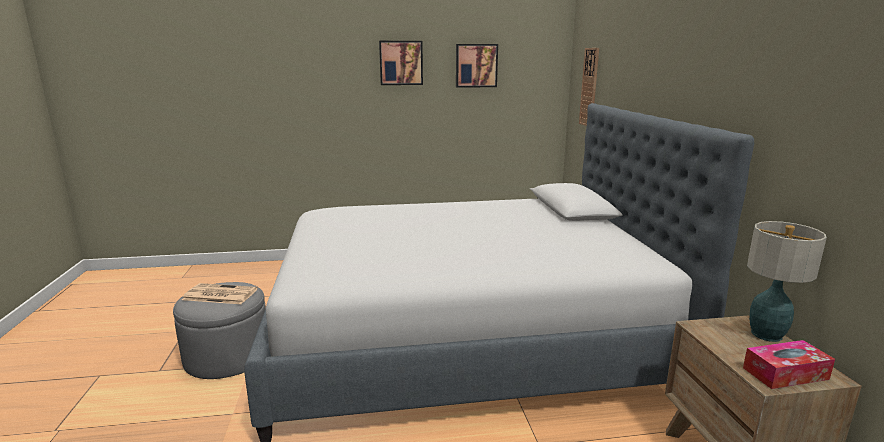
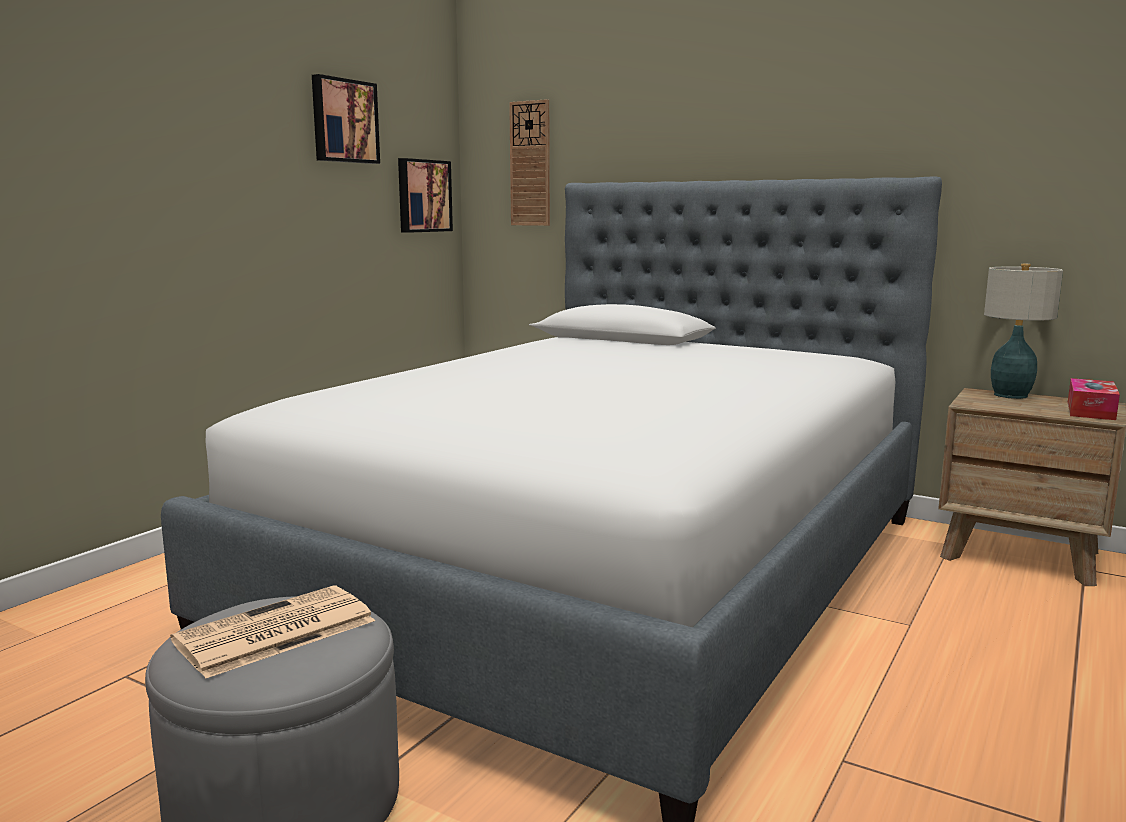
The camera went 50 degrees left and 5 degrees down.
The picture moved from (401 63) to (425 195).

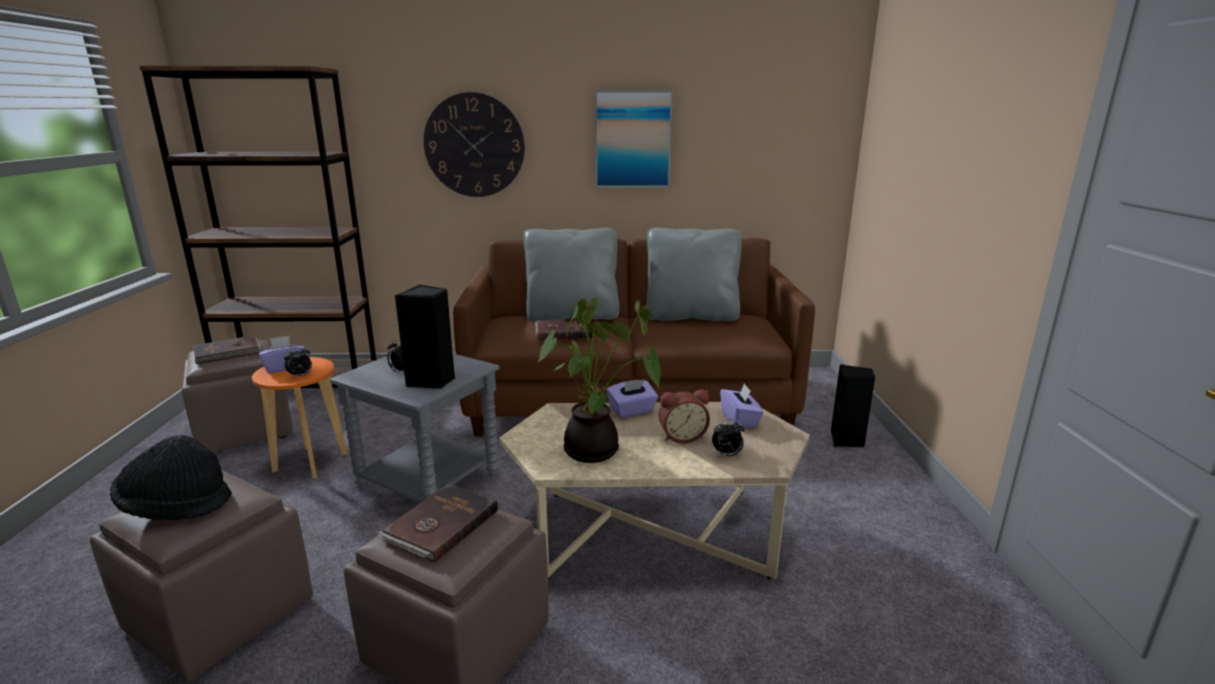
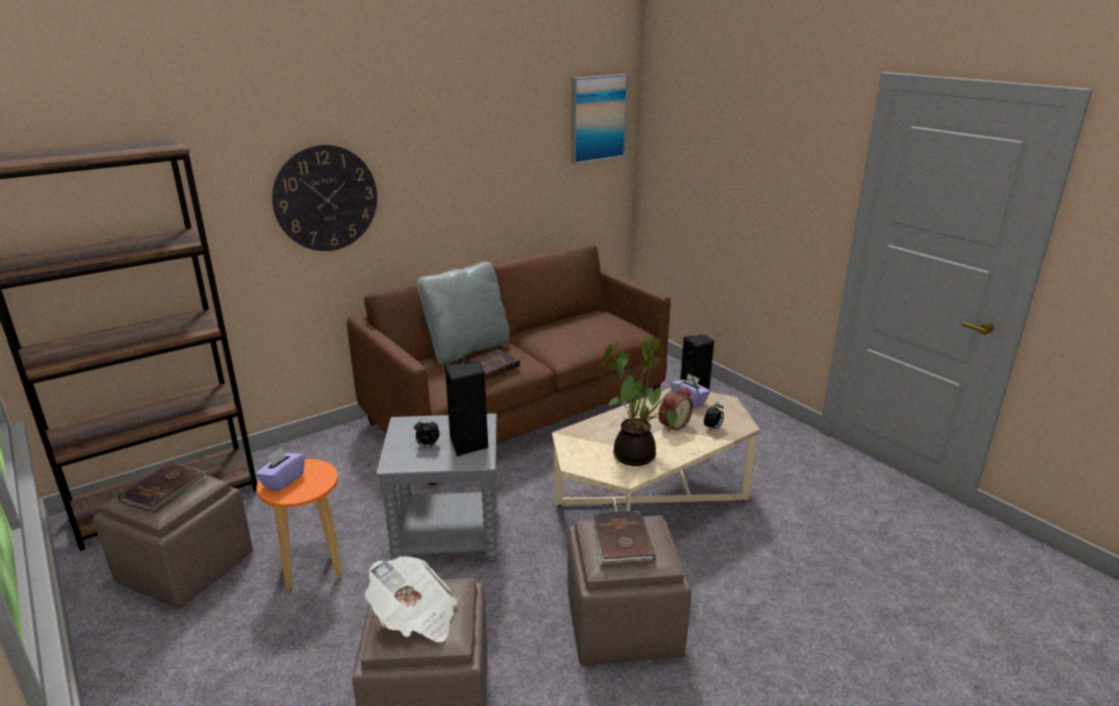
The camera went 35 degrees left and 5 degrees up.
The hat in black at (171 477) was replaced by the newspaper at (411 599).
The alarm clock at (298 361) disappeared.
The picture moved from (634 139) to (599 119).
The tissue box in purple at (632 399) disappeared.
The pillow in grey at (693 274) disappeared.

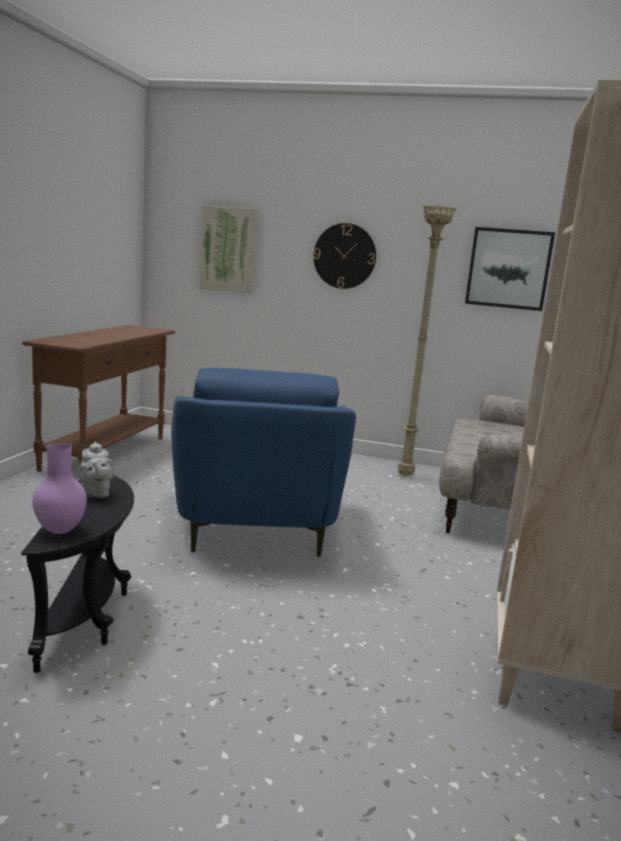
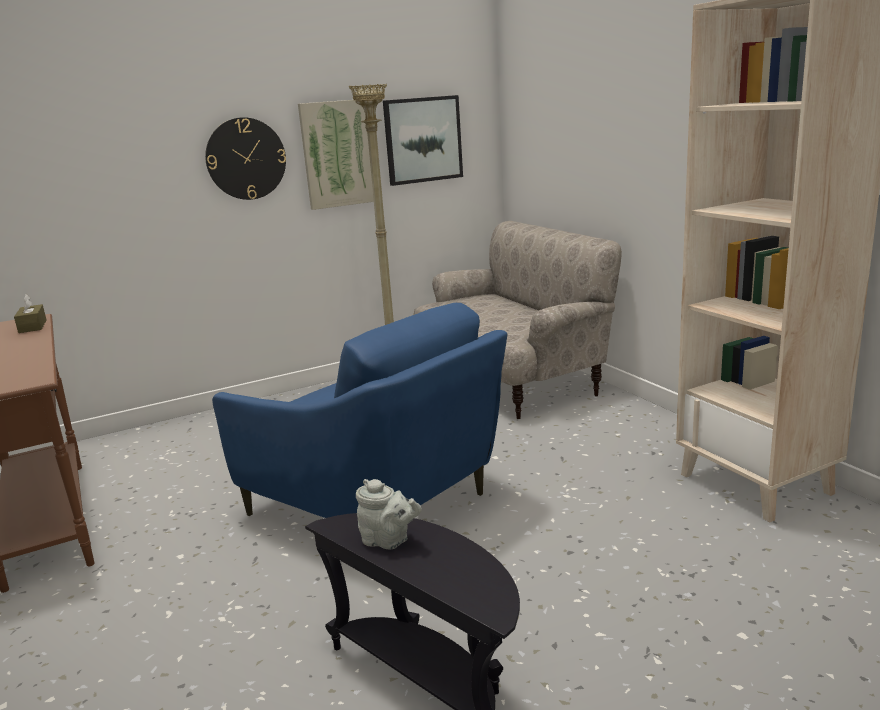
The camera went 40 degrees left and 5 degrees up.
The vase in purple at (59 488) disappeared.
The picture moved from (228 249) to (336 155).
The tissue box in brown at (30 313) appeared.

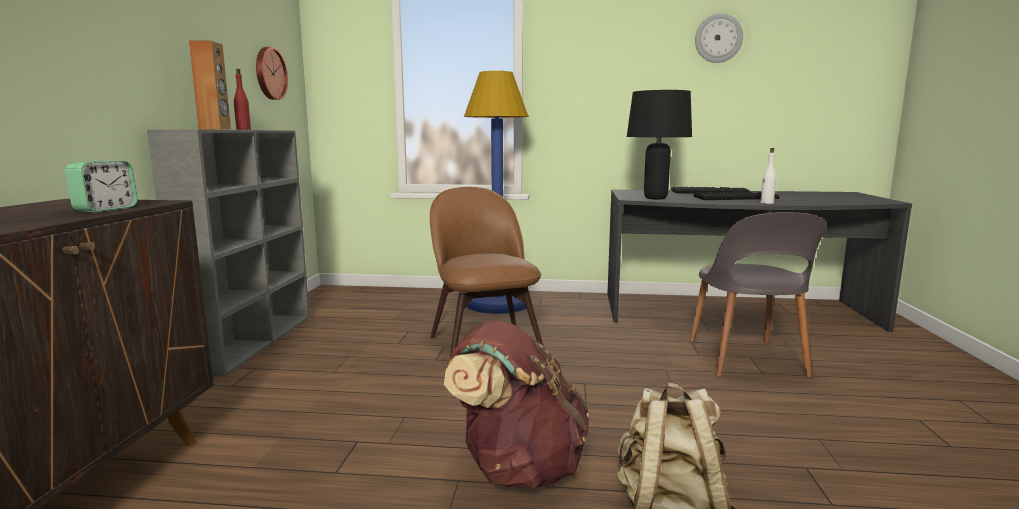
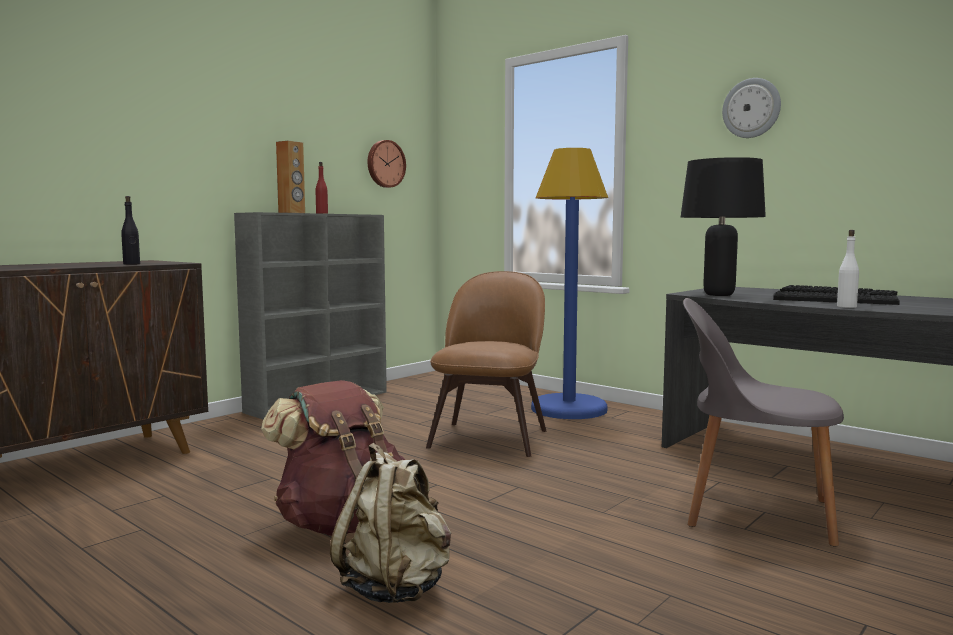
The camera went 35 degrees right and 5 degrees down.
The alarm clock at (101 186) was replaced by the bottle in black at (130 230).
The chair in grey at (757 295) turned 75 degrees clockwise.
The wall clock moved from (719 38) to (751 108).

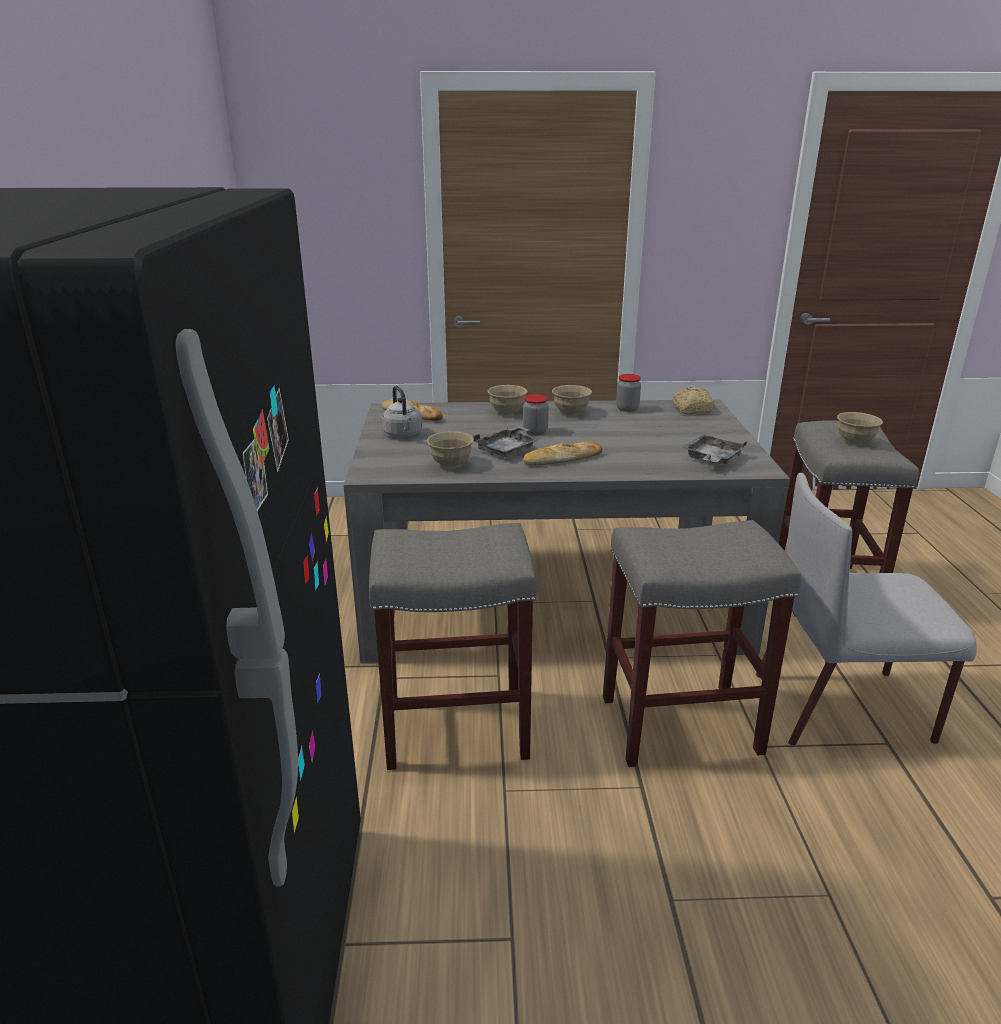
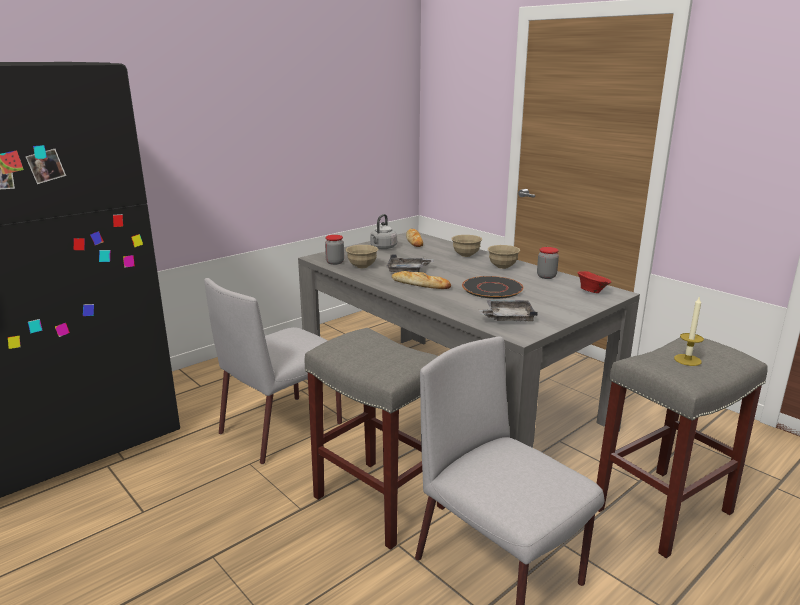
The camera went 50 degrees right and 5 degrees down.
The stool in grey at (453 646) was replaced by the chair in grey at (273 371).
The jar moved from (536 414) to (334 250).
The bread at (694 400) was replaced by the bowl in red at (594 282).
The bowl in beige at (860 428) was replaced by the candle at (689 331).
The plate in black at (493 287) appeared.

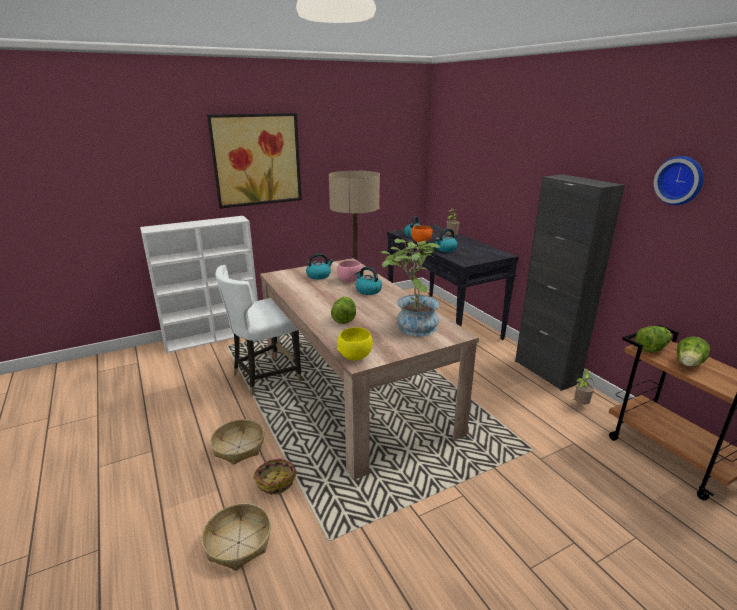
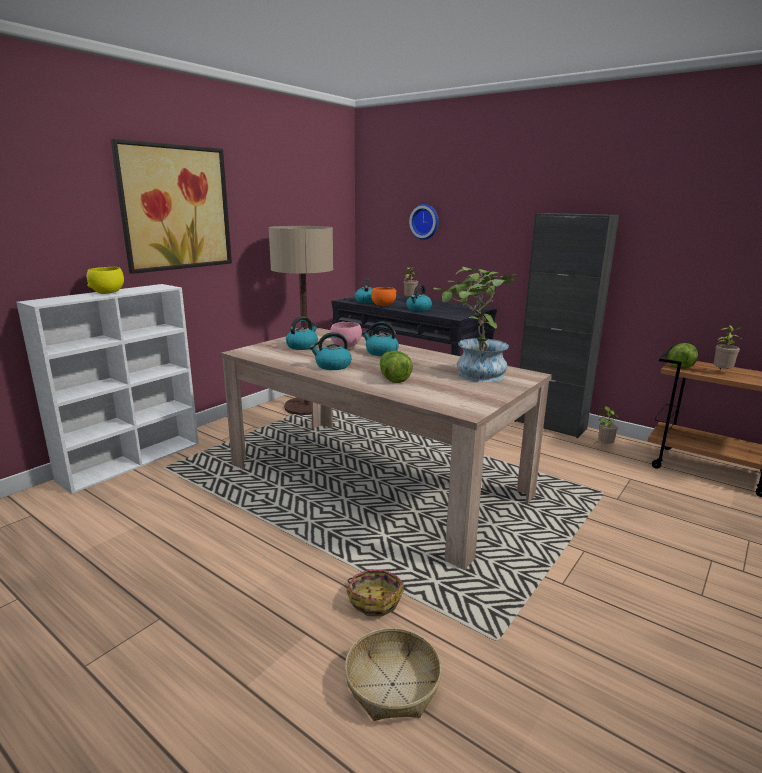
The camera went 25 degrees left and 5 degrees down.
The basket at (237 441) disappeared.
The chair in white at (259 330) disappeared.
The bowl in yellow moved from (355 343) to (105 280).
The wall clock moved from (679 180) to (424 222).
The lettuce at (693 351) was replaced by the potted plant at (728 347).
The kettle at (330 351) appeared.

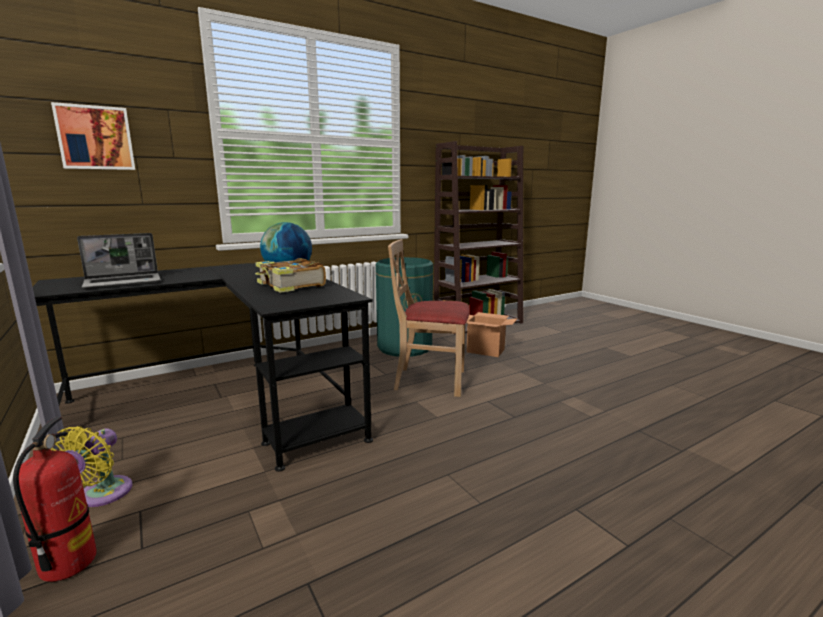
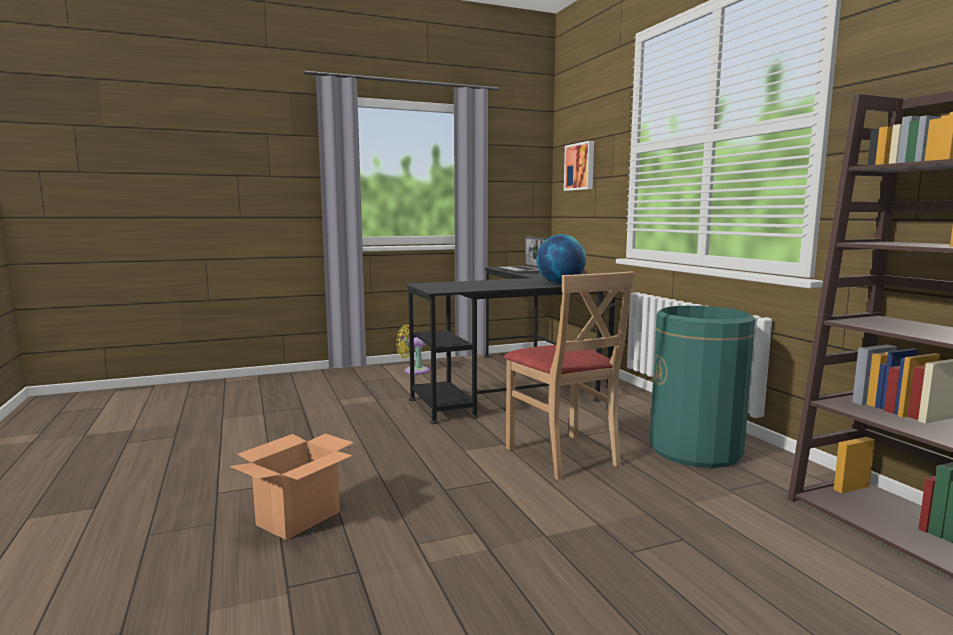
The camera went 100 degrees right and 5 degrees down.
The fire extinguisher at (54 499) disappeared.
The book at (290 275) disappeared.
The chair in beige at (429 318) turned 135 degrees clockwise.
The cardboard box moved from (492 334) to (292 487).

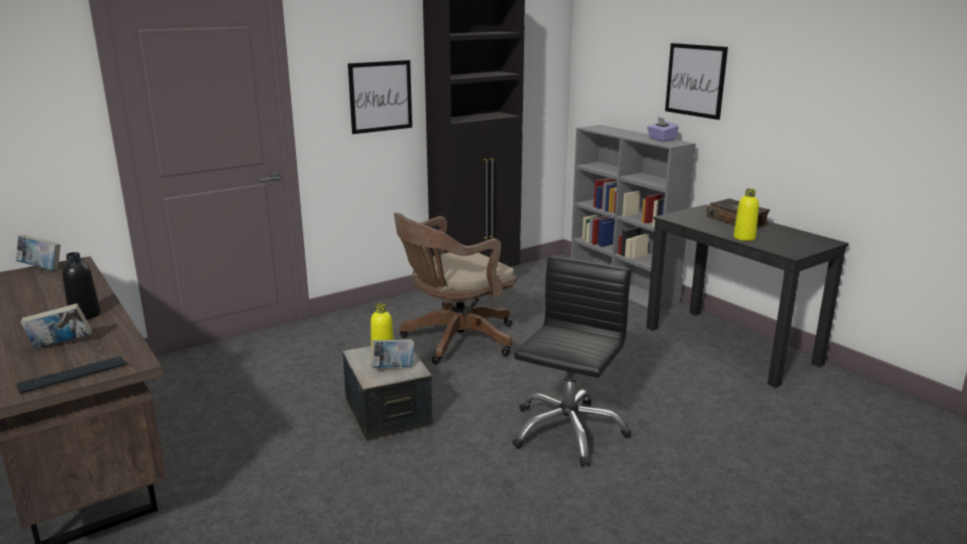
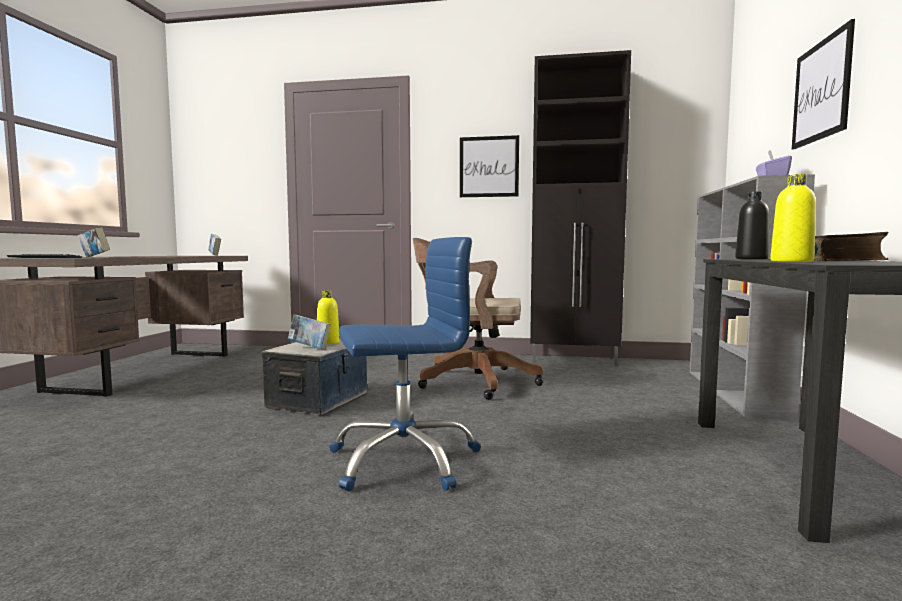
The camera went 45 degrees right and 15 degrees down.
The bottle in black moved from (81 286) to (752 225).
The office chair in black at (571 361) became the office chair in blue at (405 364).

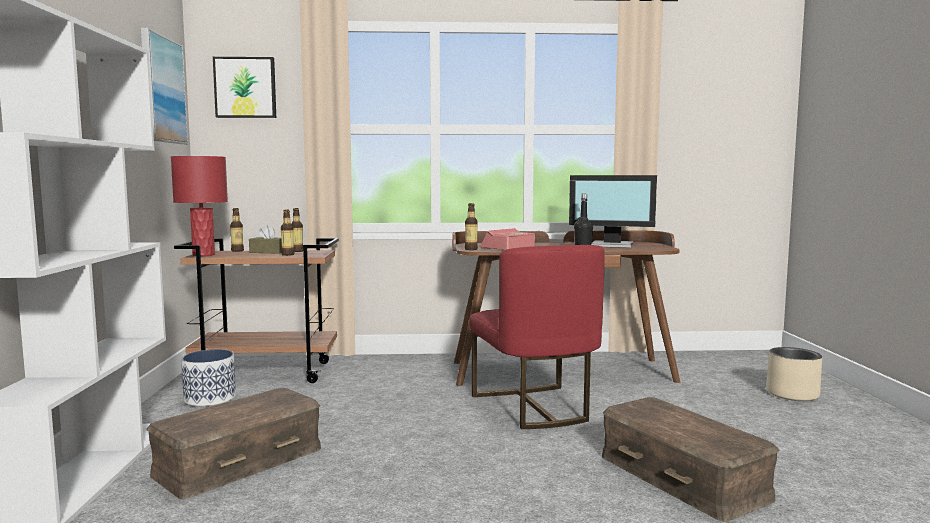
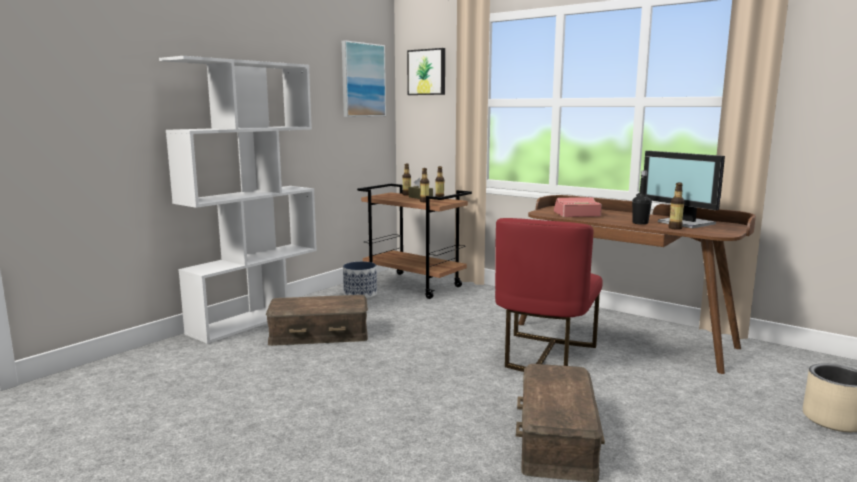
The camera went 40 degrees right and 5 degrees up.
The table lamp in red at (199 206) disappeared.
The bottle moved from (471 226) to (676 206).

